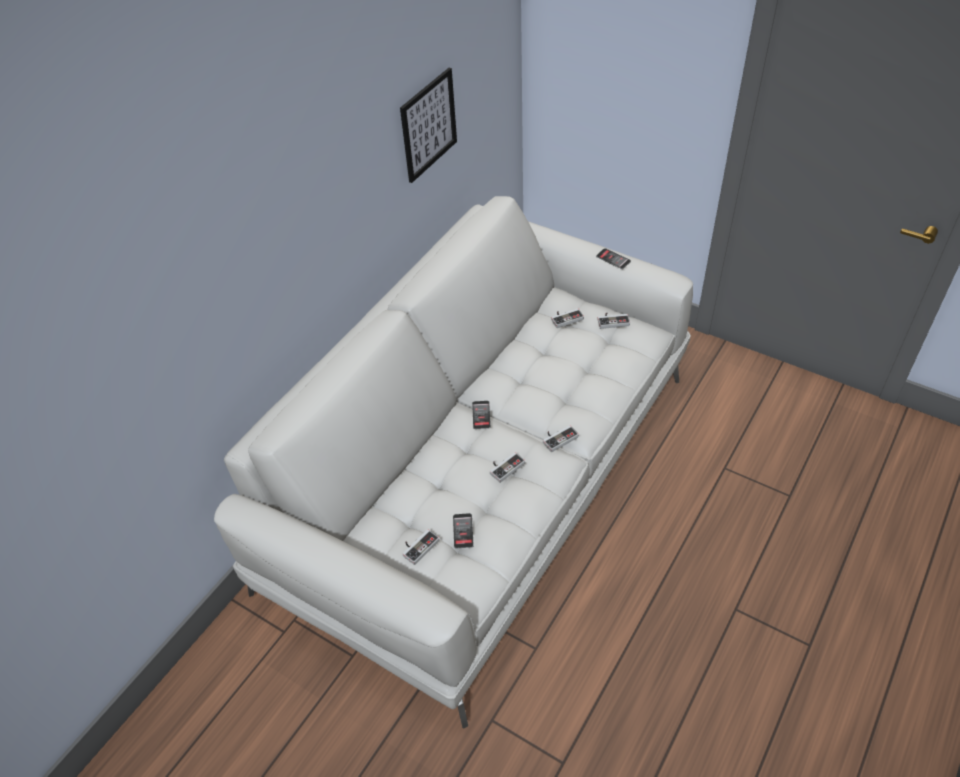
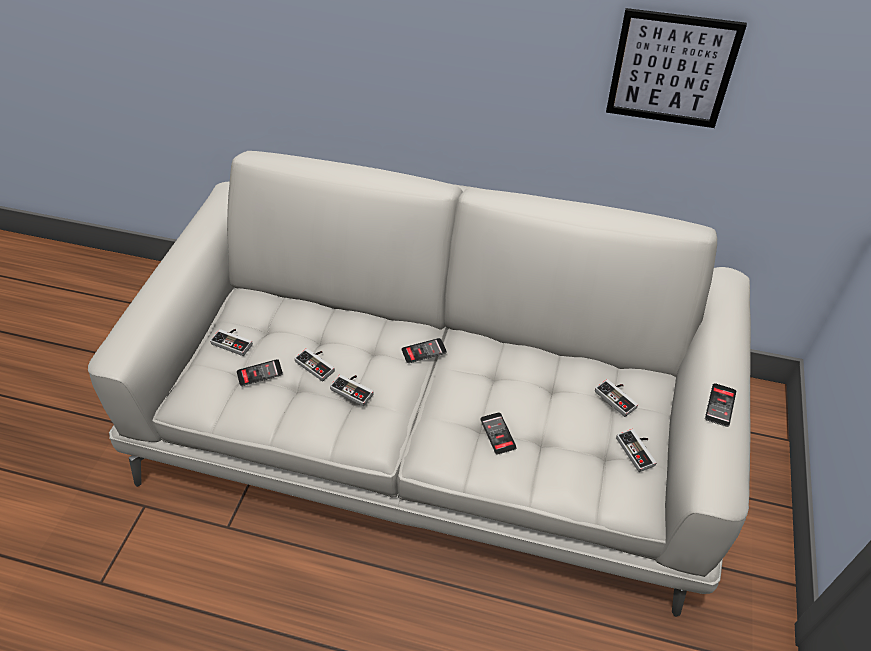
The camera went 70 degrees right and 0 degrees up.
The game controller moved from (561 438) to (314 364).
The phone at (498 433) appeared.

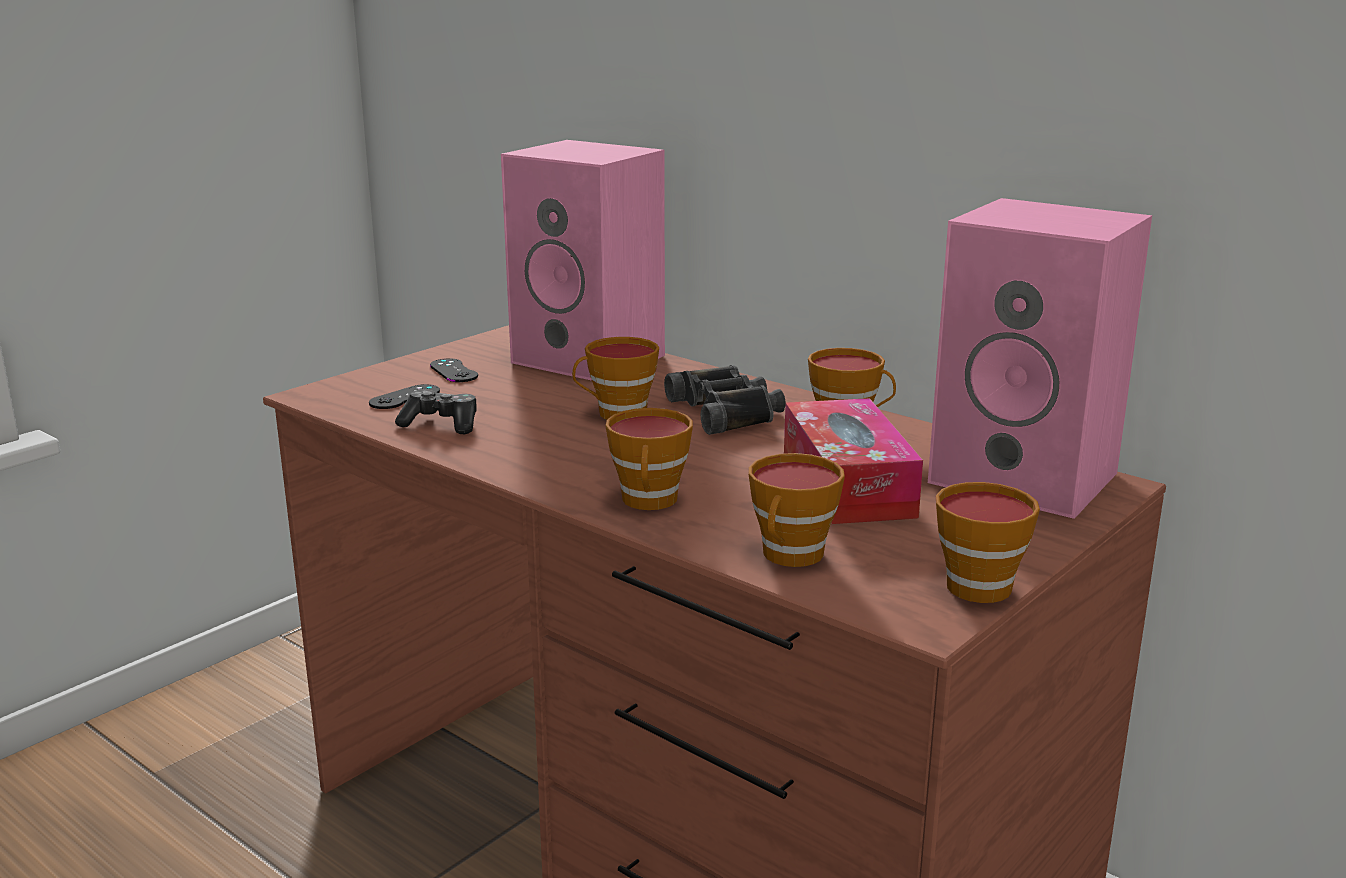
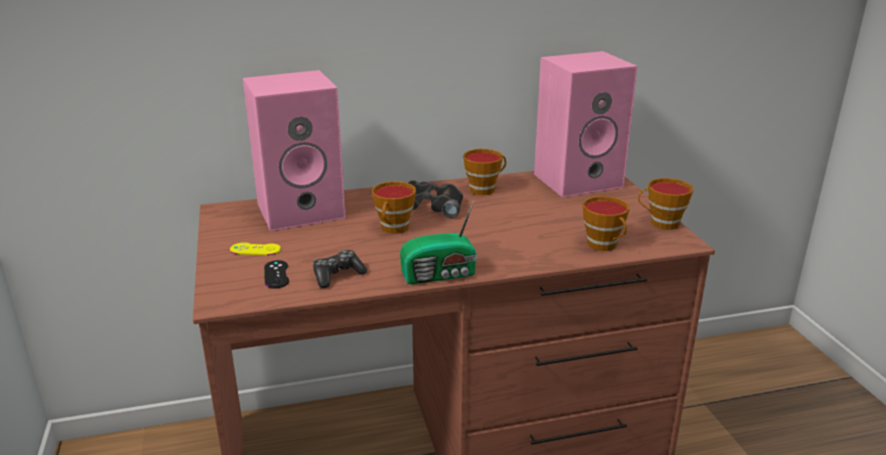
The camera went 55 degrees left and 5 degrees up.
The game controller in black at (454 370) became the game controller in yellow at (255 249).
The cup at (649 459) disappeared.
The tissue box at (853 461) disappeared.
The radio at (438 242) appeared.

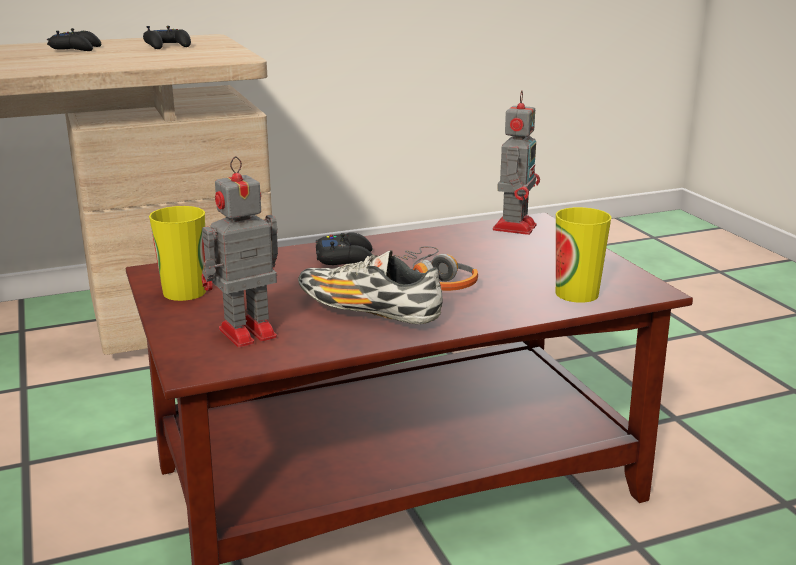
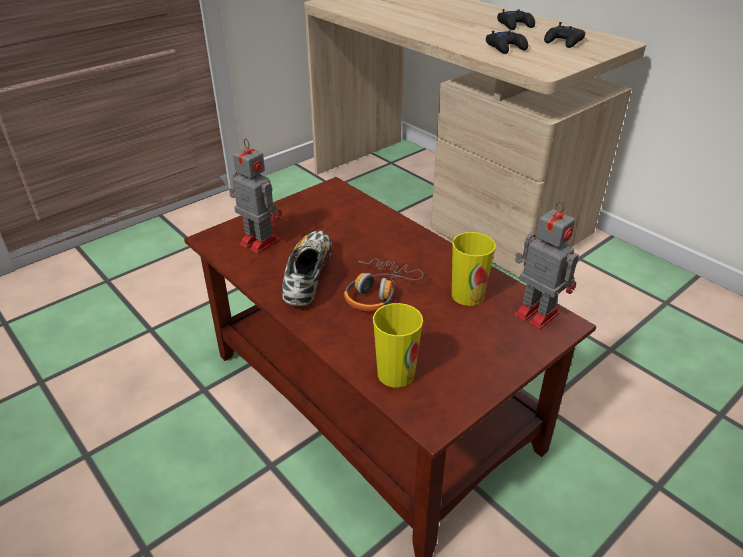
The camera went 70 degrees right and 15 degrees up.
The cup moved from (177 253) to (474 269).
The game controller in black moved from (344 249) to (507 42).
The toy robot at (516 162) turned 135 degrees counterclockwise.

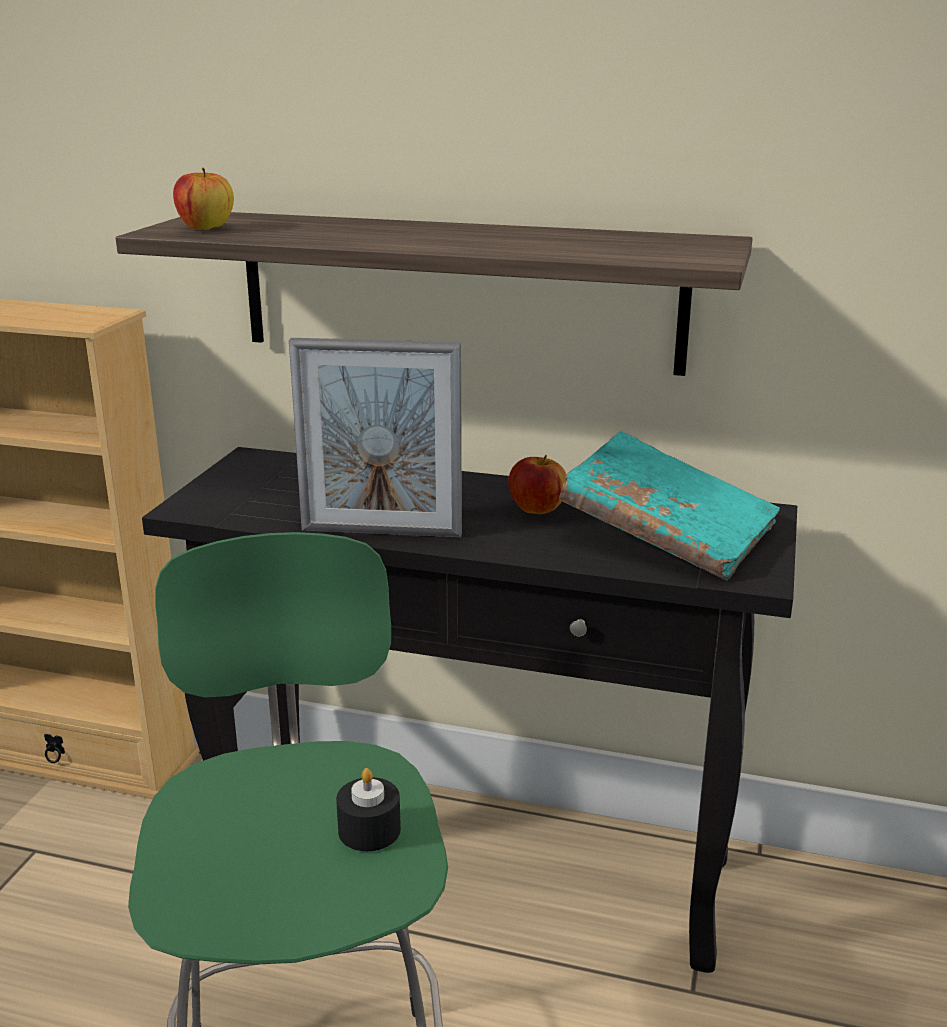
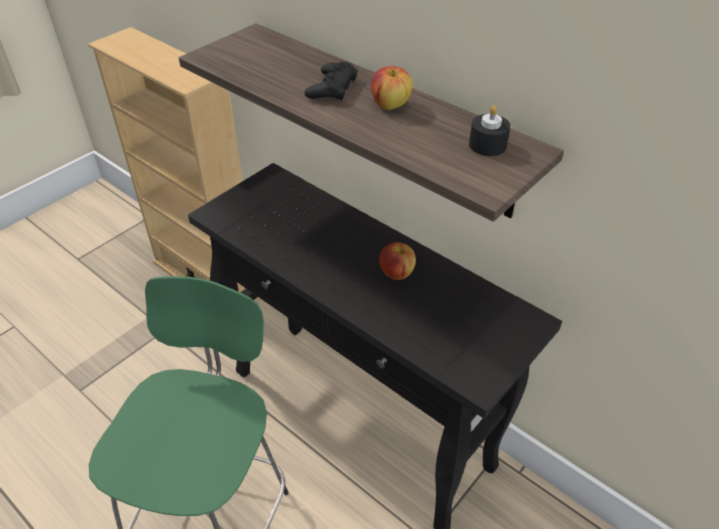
The camera went 25 degrees right and 20 degrees up.
The apple moved from (203 198) to (392 88).
The picture frame at (375 438) disappeared.
The candle in black moved from (368 809) to (490 130).
The book in turquoise at (669 506) disappeared.
The game controller in black at (331 81) appeared.

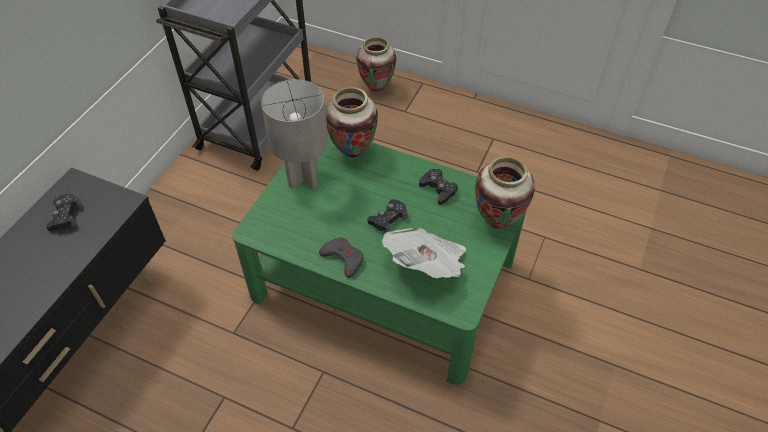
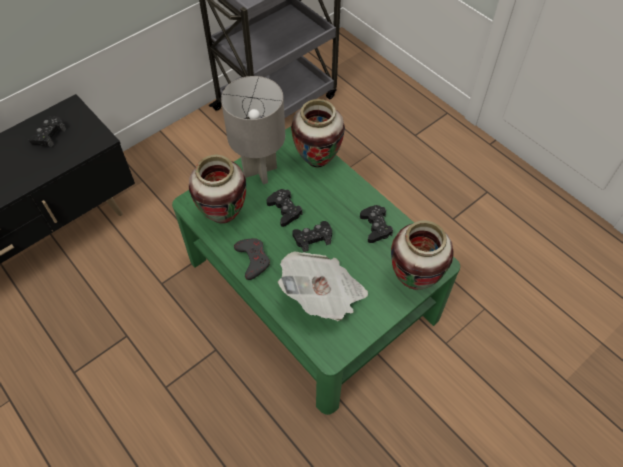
The camera went 25 degrees right and 5 degrees up.
The vase moved from (376 64) to (217 189).
The game controller in black at (285 208) appeared.

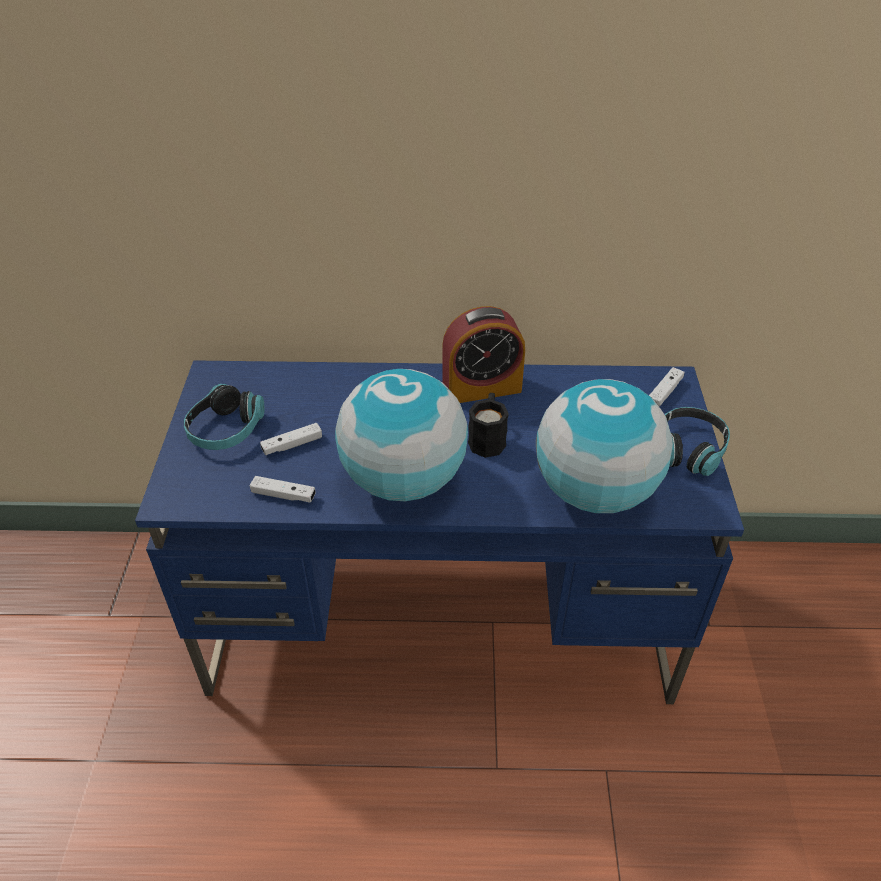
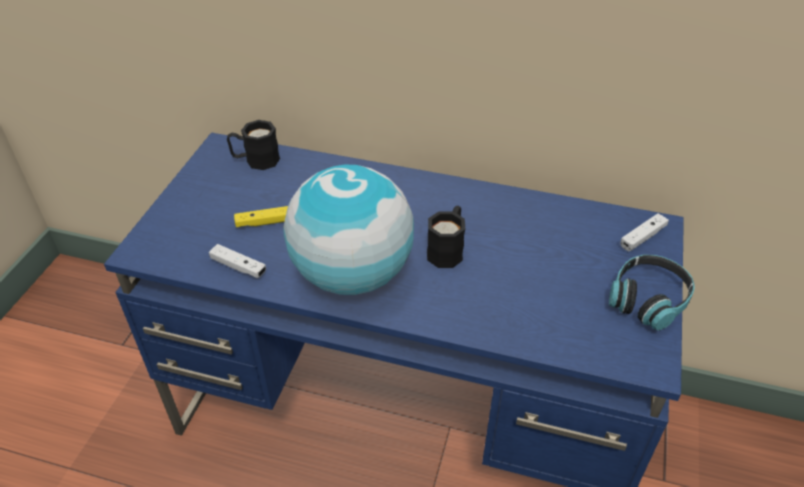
The camera went 15 degrees right and 0 degrees up.
The headphones at (224 417) disappeared.
The game controller in white at (291 439) became the game controller in yellow at (261 216).
The alarm clock at (483 354) disappeared.
The globe at (604 446) disappeared.
The mug in black at (253 145) appeared.

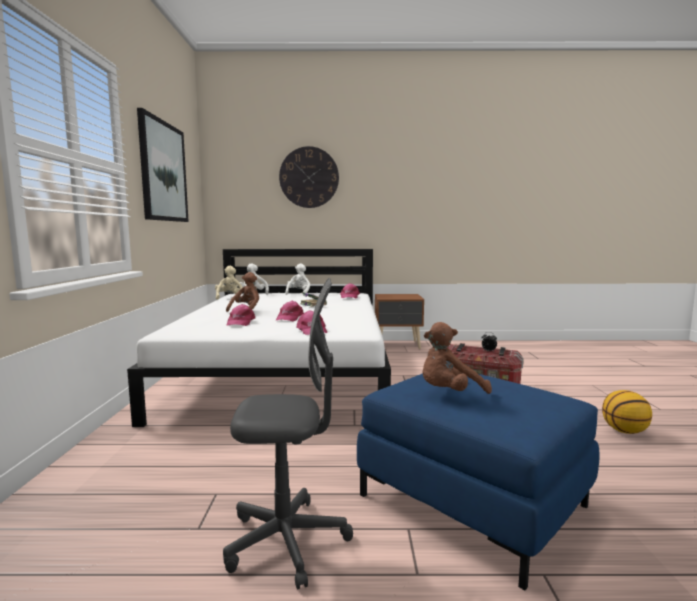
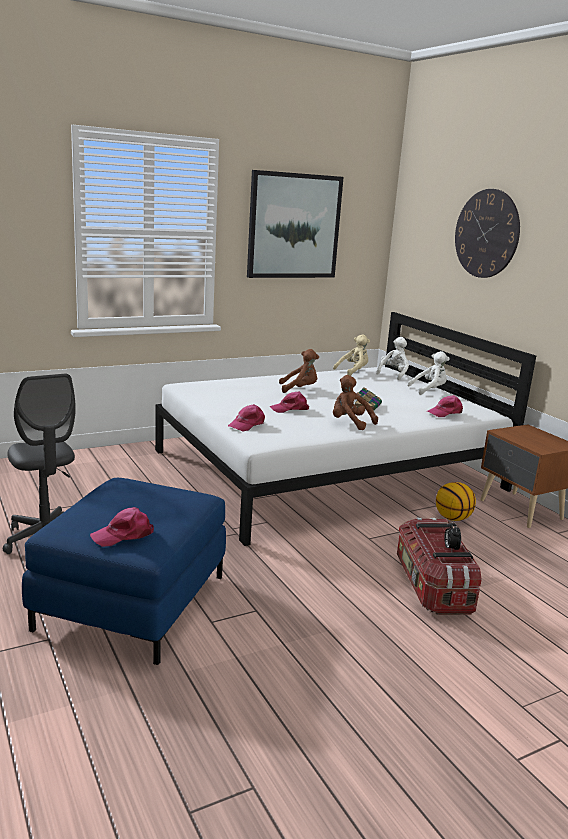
The camera went 60 degrees right and 10 degrees up.
The cap in pink moved from (240 315) to (122 527).
The plush toy in brown moved from (457 358) to (355 402).
The basketball moved from (627 412) to (456 501).

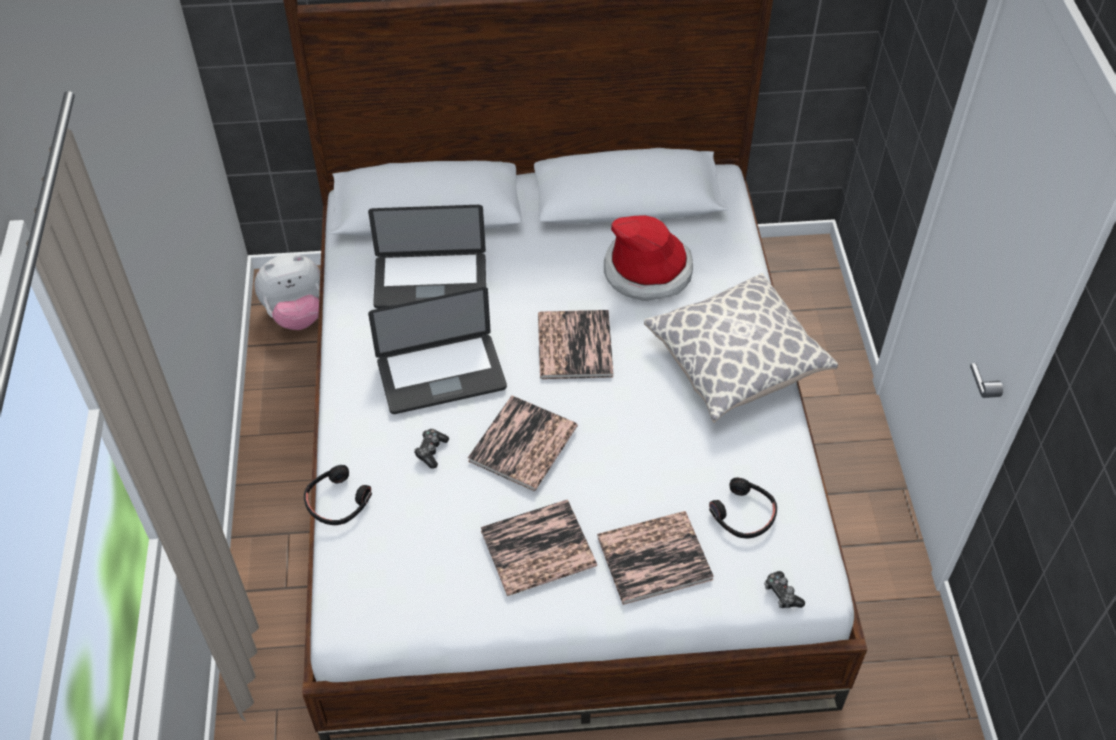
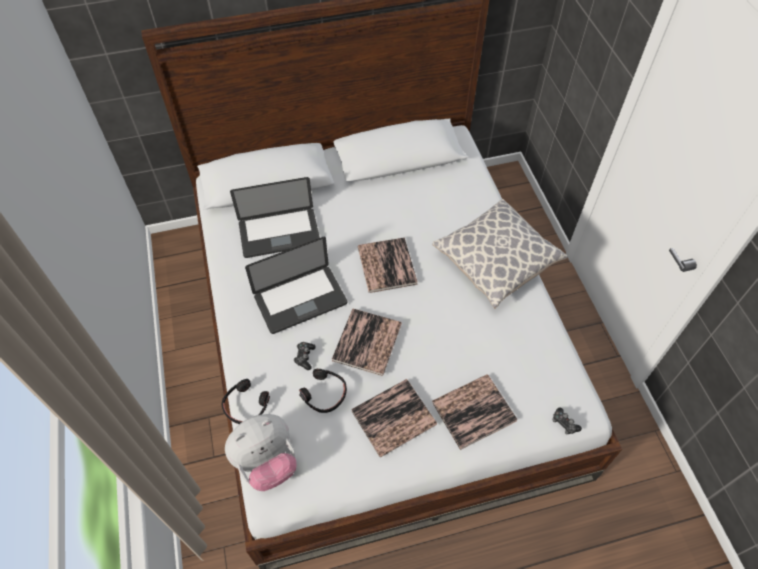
The camera went 10 degrees left and 5 degrees up.
The plush toy moved from (287 292) to (261 452).
The hat at (648 258) disappeared.
The headphones in black moved from (743 507) to (323 391).

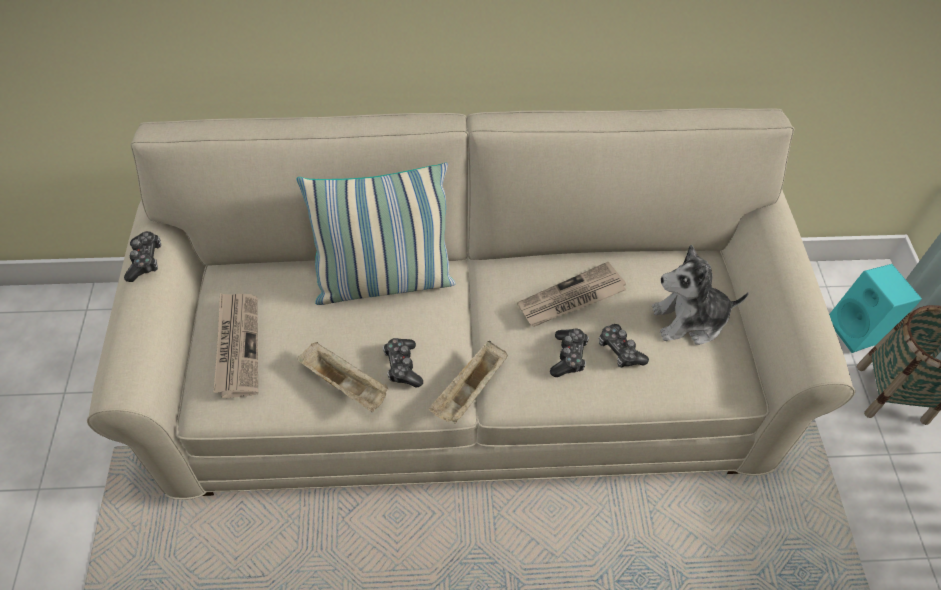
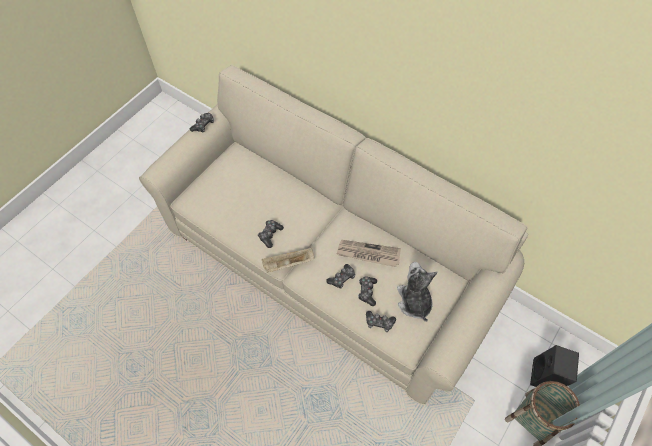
The camera went 40 degrees right and 5 degrees up.
The newspaper at (235 345) disappeared.
The pillow at (376 233) disappeared.
The tray in beige at (343 377) disappeared.
The plush toy at (700 295) turned 45 degrees clockwise.
The speaker in turquoise at (875 308) became the speaker in black at (554 366).
The game controller at (381 321) appeared.

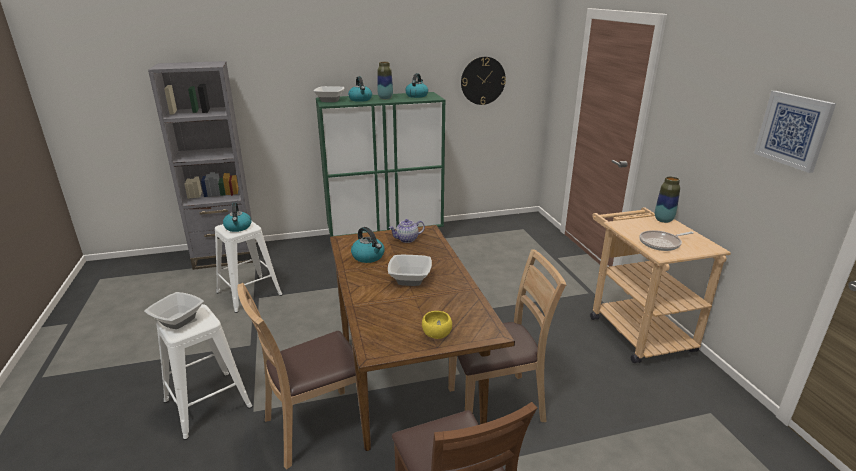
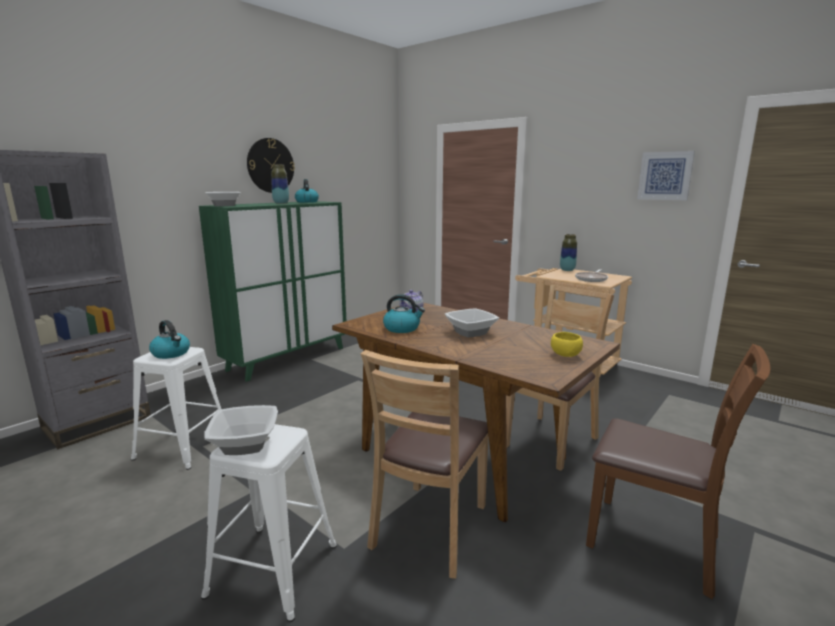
The camera went 35 degrees left and 10 degrees down.
The kettle at (360 89) disappeared.
The wall clock moved from (483 81) to (271 165).

